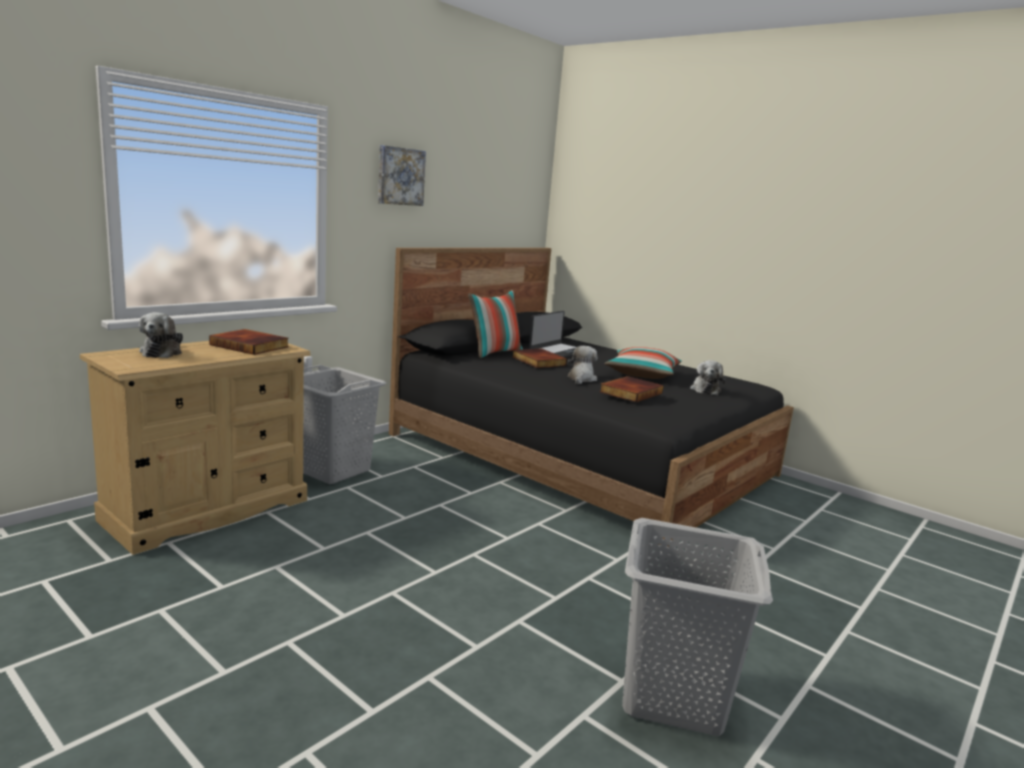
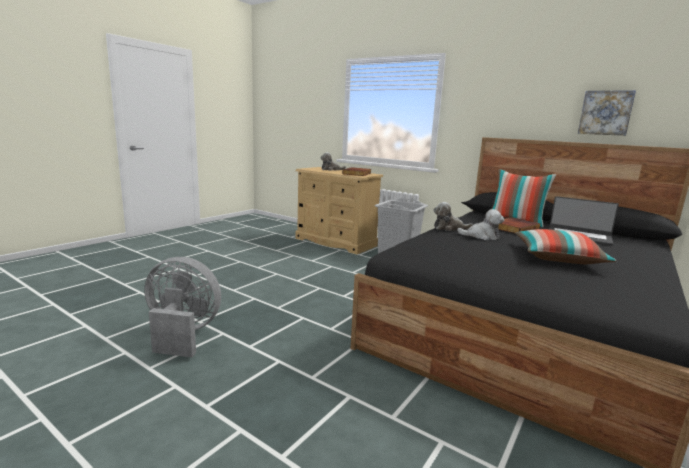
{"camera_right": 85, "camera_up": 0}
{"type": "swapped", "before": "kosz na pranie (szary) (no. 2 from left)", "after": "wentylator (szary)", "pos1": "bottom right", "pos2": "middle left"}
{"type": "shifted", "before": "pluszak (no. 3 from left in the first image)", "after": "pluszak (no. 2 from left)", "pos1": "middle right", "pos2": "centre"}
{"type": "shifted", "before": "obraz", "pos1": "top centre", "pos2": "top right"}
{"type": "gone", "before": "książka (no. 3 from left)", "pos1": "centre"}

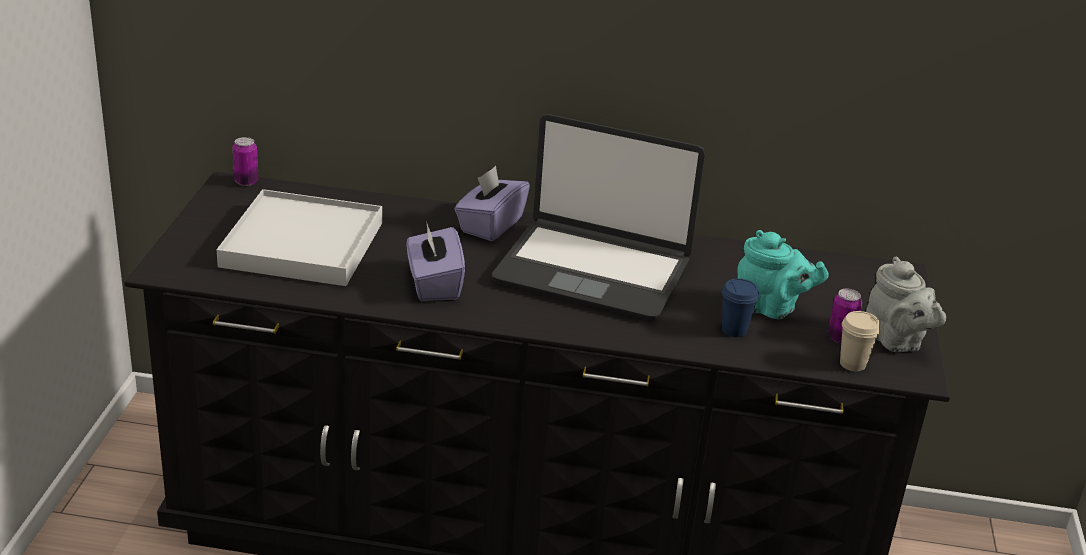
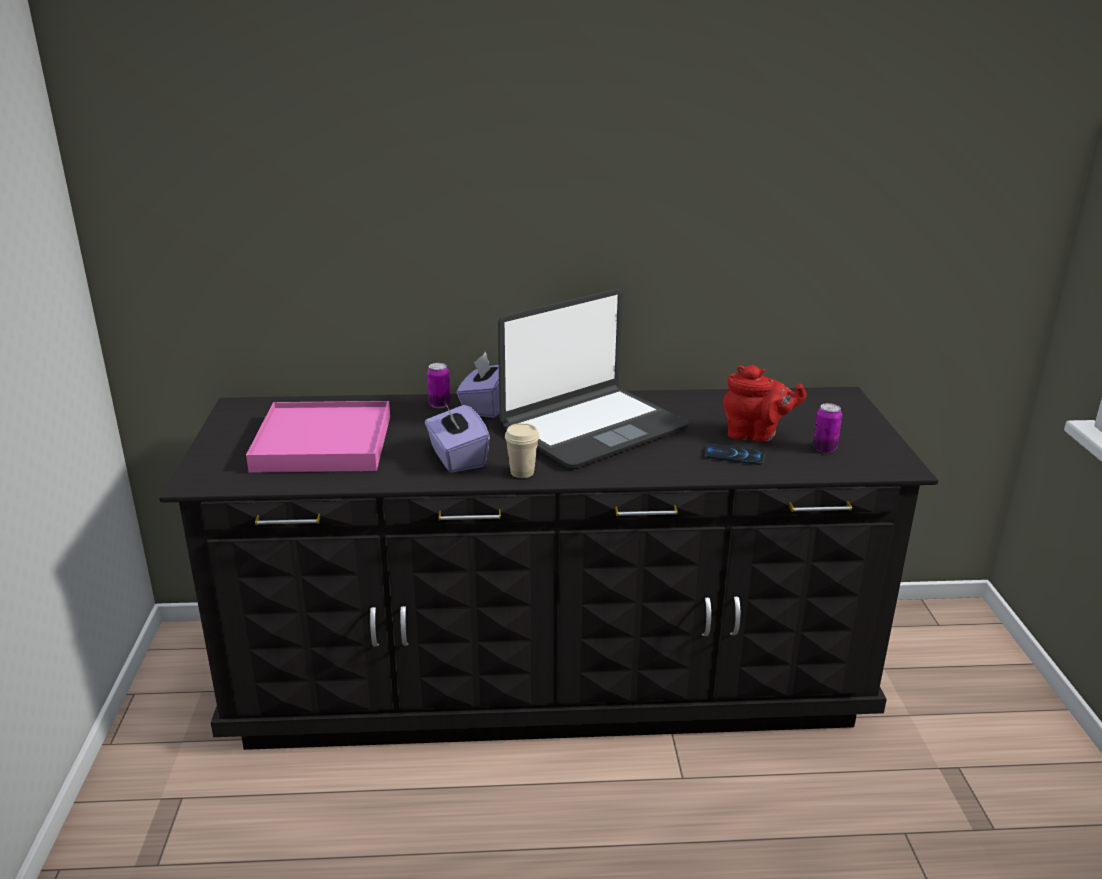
{"camera_right": -10, "camera_up": -5}
{"type": "repainted", "before": "taca (biały)", "after": "taca (różowy)", "pos1": "middle left", "pos2": "middle left"}
{"type": "shifted", "before": "puszka (no. 1 from left)", "pos1": "top left", "pos2": "centre"}
{"type": "rotated", "before": "laptop", "pos1": "centre", "pos2": "centre", "turn": -45}
{"type": "shifted", "before": "filiżanka (beżowy)", "pos1": "middle right", "pos2": "centre"}
{"type": "swapped", "before": "filiżanka (niebieski)", "after": "telefon", "pos1": "middle right", "pos2": "middle right"}
{"type": "repainted", "before": "imbryk (turkusowy)", "after": "imbryk (czerwony)", "pos1": "middle right", "pos2": "middle right"}
{"type": "gone", "before": "imbryk (szary)", "pos1": "middle right"}

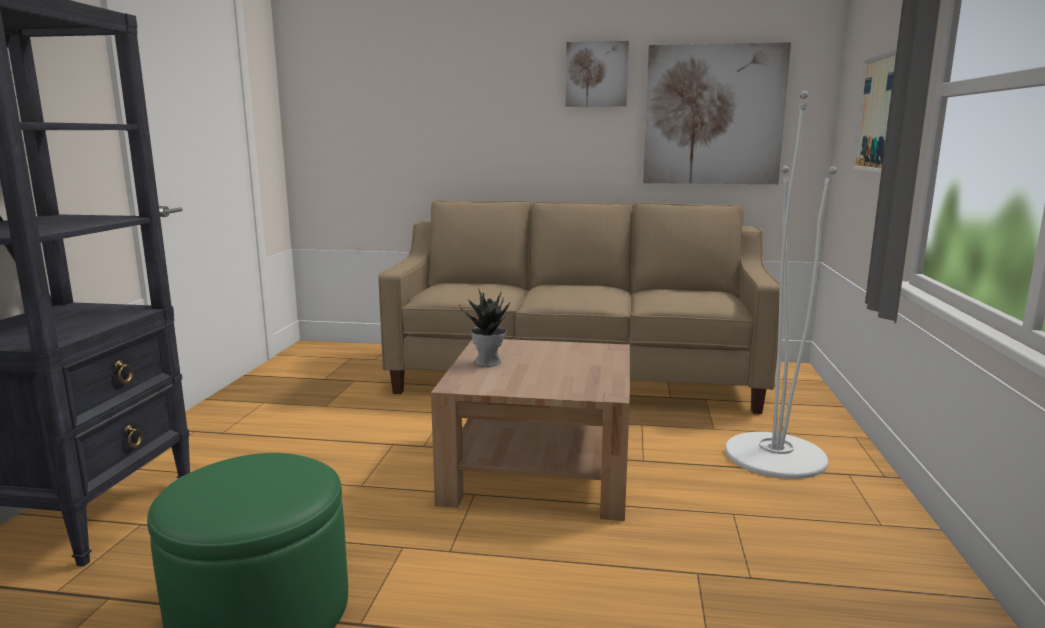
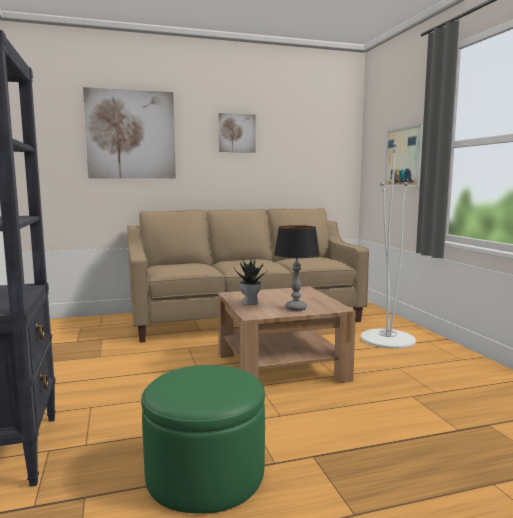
{"camera_right": -25, "camera_up": -5}
{"type": "shifted", "before": "obraz (no. 2 from left in the first image)", "after": "obraz (no. 1 from left)", "pos1": "top right", "pos2": "top left"}
{"type": "new", "after": "lampa stołowa", "pos2": "centre"}

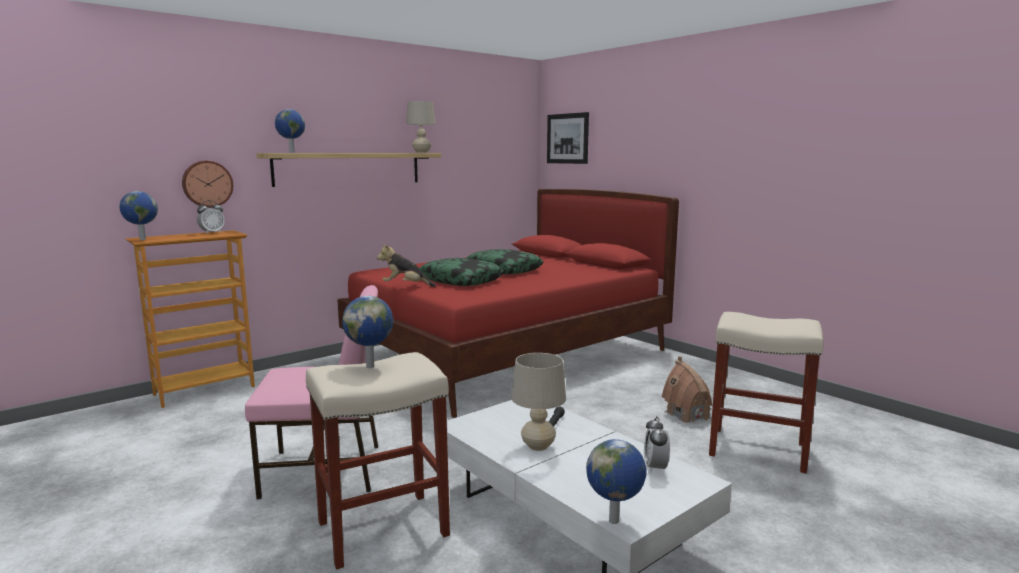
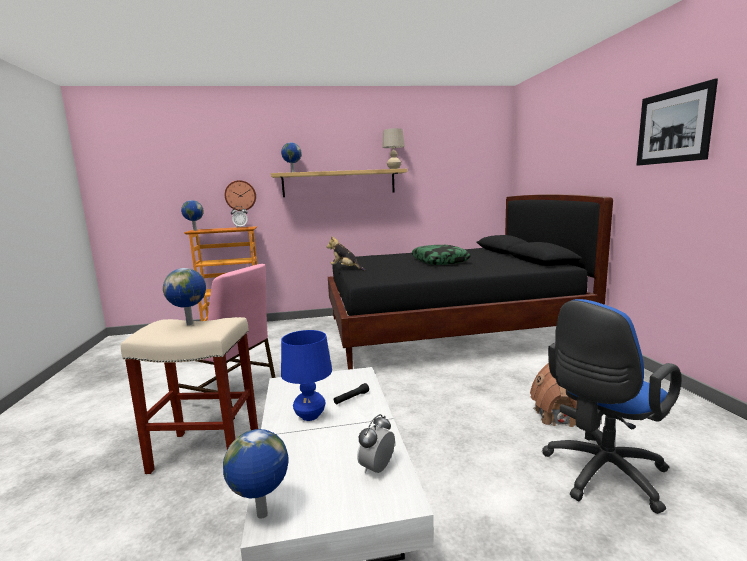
{"camera_right": 30, "camera_up": 0}
{"type": "repainted", "before": "lampa stołowa (beżowy) (no. 2 from left)", "after": "lampa stołowa (niebieski)", "pos1": "bottom centre", "pos2": "bottom centre"}
{"type": "repainted", "before": "łóżko (czerwony)", "after": "łóżko (czarny)", "pos1": "centre", "pos2": "centre"}
{"type": "swapped", "before": "stołek (beżowy) (no. 2 from left)", "after": "krzesło biurowe (niebieski)", "pos1": "bottom right", "pos2": "bottom right"}
{"type": "shifted", "before": "obraz", "pos1": "top centre", "pos2": "top right"}
{"type": "gone", "before": "poduszka (no. 1 from left)", "pos1": "centre"}

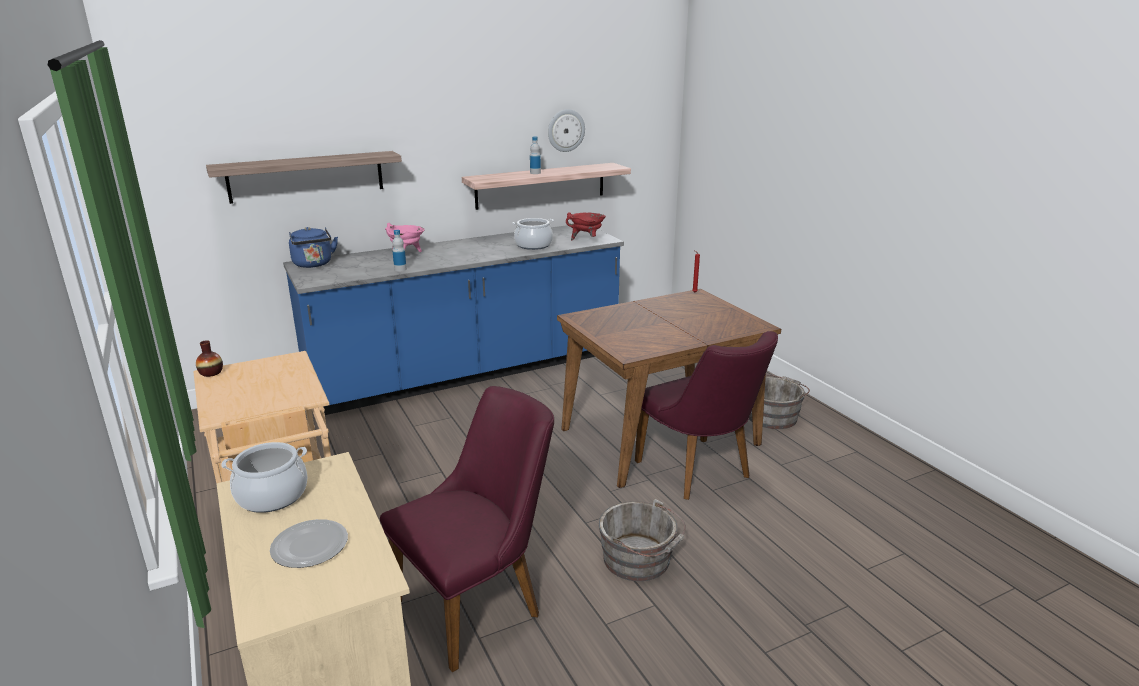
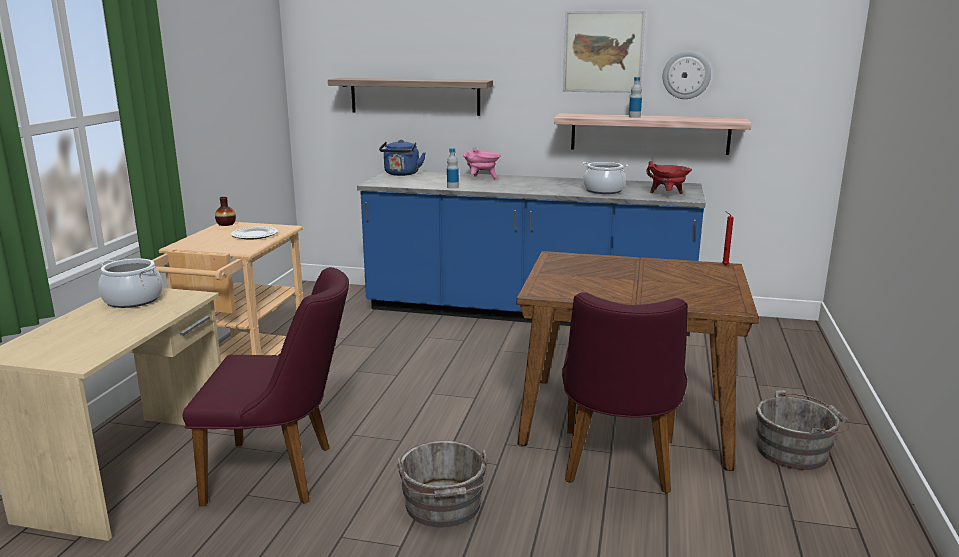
{"camera_right": 40, "camera_up": -5}
{"type": "shifted", "before": "talerz", "pos1": "bottom left", "pos2": "middle left"}
{"type": "new", "after": "obraz", "pos2": "top centre"}

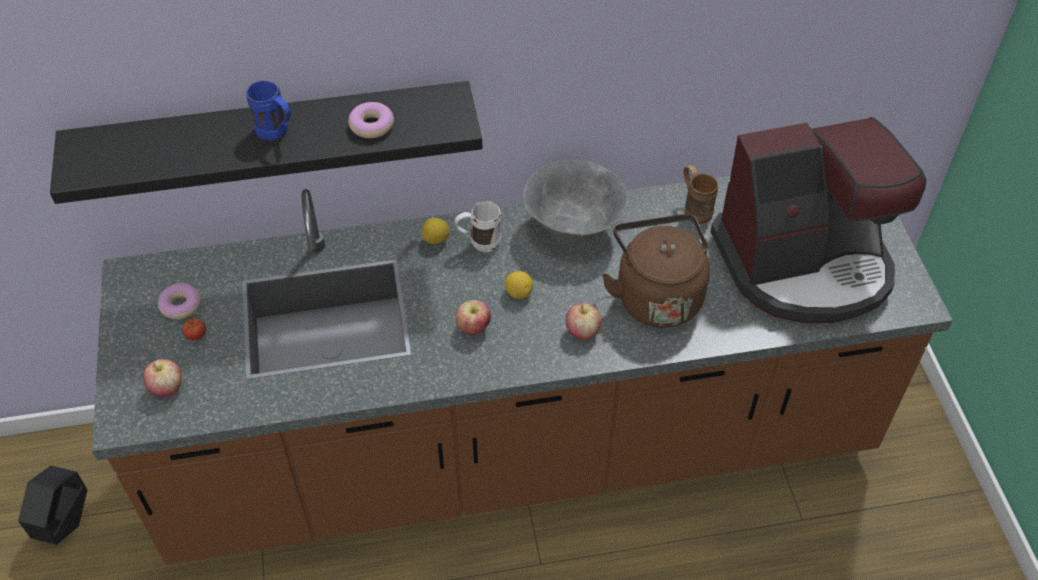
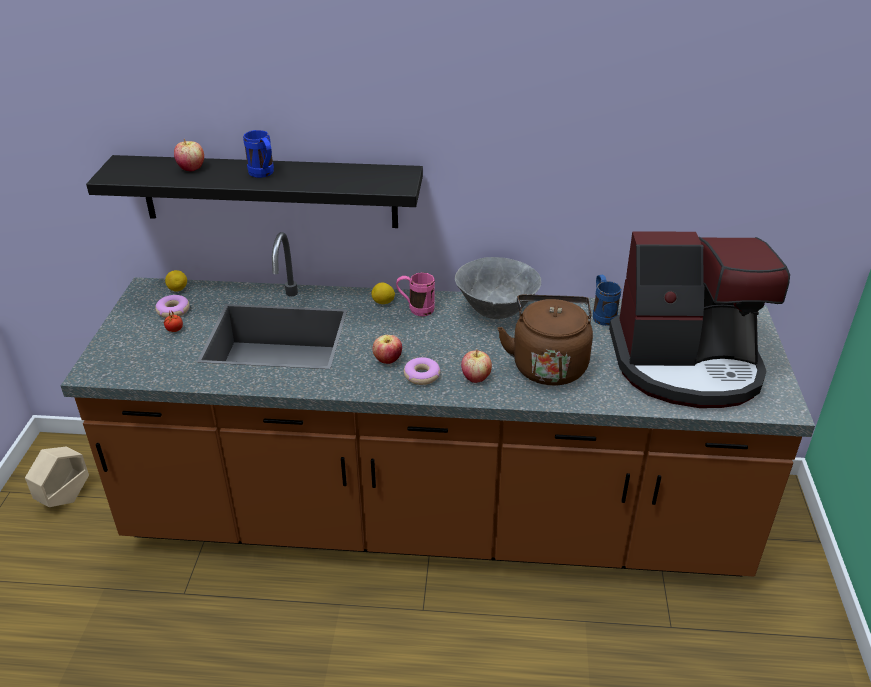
{"camera_right": 15, "camera_up": -15}
{"type": "repainted", "before": "donica (czarny)", "after": "donica (beżowy)", "pos1": "bottom left", "pos2": "bottom left"}
{"type": "shifted", "before": "cytryna (no. 2 from left in the first image)", "after": "cytryna (no. 1 from left)", "pos1": "centre", "pos2": "middle left"}
{"type": "shifted", "before": "jabłko (no. 1 from left)", "pos1": "middle left", "pos2": "top left"}
{"type": "repainted", "before": "kubek (biały)", "after": "kubek (różowy)", "pos1": "centre", "pos2": "centre"}
{"type": "shifted", "before": "donut (no. 2 from left)", "pos1": "top centre", "pos2": "centre"}
{"type": "repainted", "before": "kubek (brązowy)", "after": "kubek (niebieski) (no. 2 from left)", "pos1": "middle right", "pos2": "middle right"}

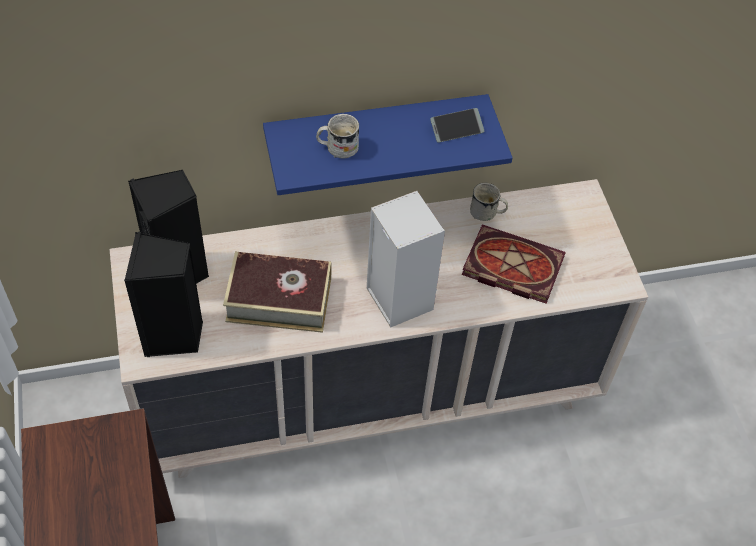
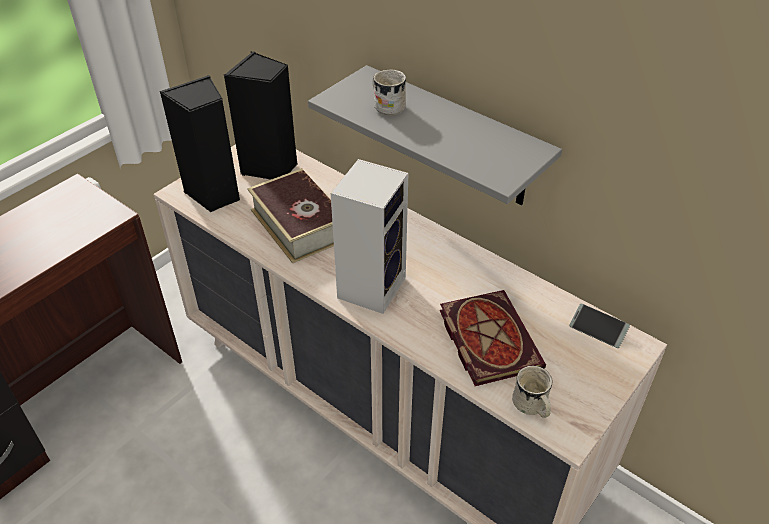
{"camera_right": 55, "camera_up": -10}
{"type": "repainted", "before": "półka (niebieski)", "after": "półka (szary)", "pos1": "top centre", "pos2": "top centre"}
{"type": "shifted", "before": "kubek (biały) (no. 2 from left)", "pos1": "centre", "pos2": "bottom right"}
{"type": "shifted", "before": "telefon", "pos1": "top centre", "pos2": "middle right"}

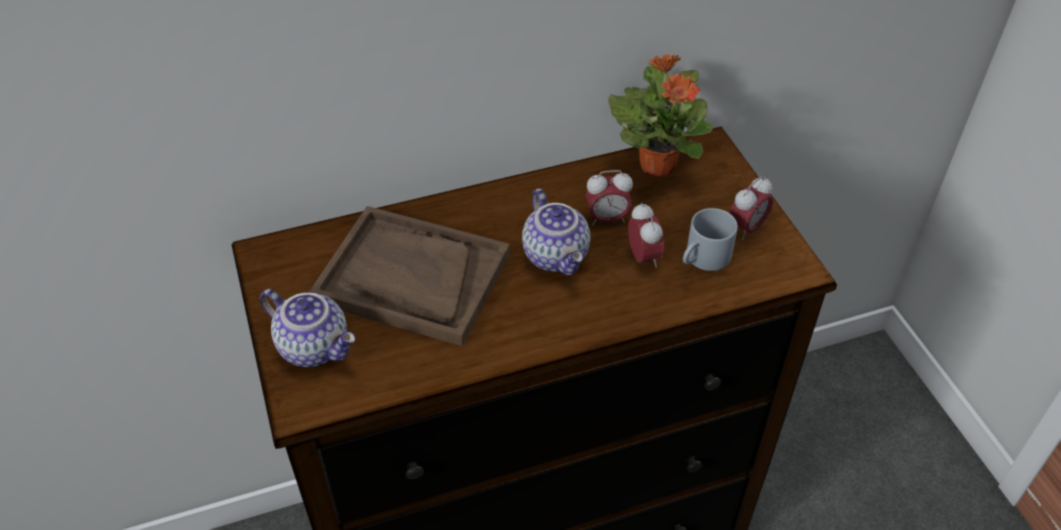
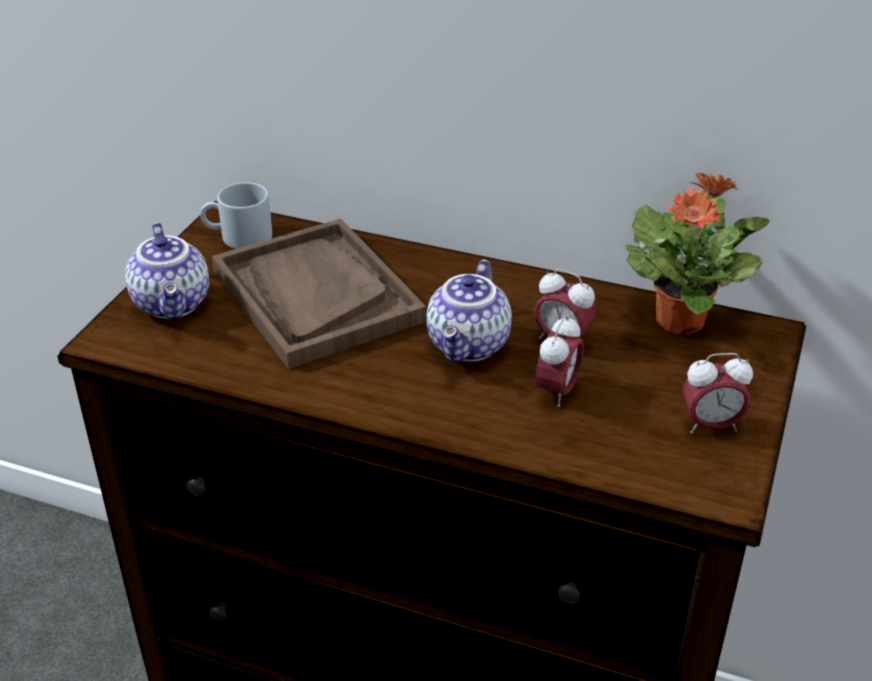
{"camera_right": 40, "camera_up": -10}
{"type": "shifted", "before": "kubek (szary)", "pos1": "middle right", "pos2": "top left"}

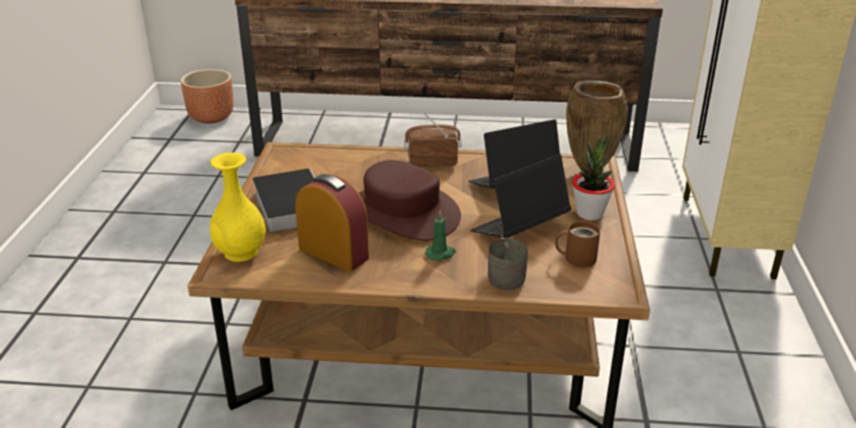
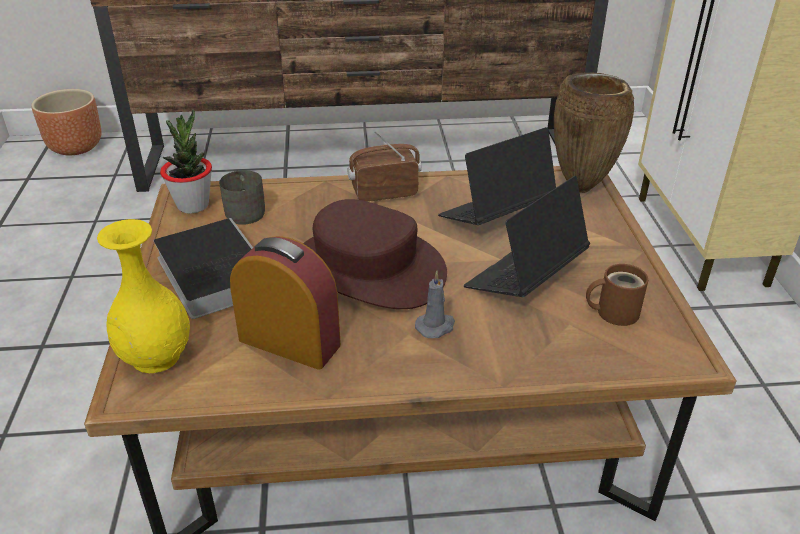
{"camera_right": -10, "camera_up": 5}
{"type": "shifted", "before": "roślina doniczkowa", "pos1": "middle right", "pos2": "top left"}
{"type": "shifted", "before": "kubek (szary)", "pos1": "centre", "pos2": "middle left"}
{"type": "repainted", "before": "świeca (zielony)", "after": "świeca (szary)", "pos1": "centre", "pos2": "centre"}

